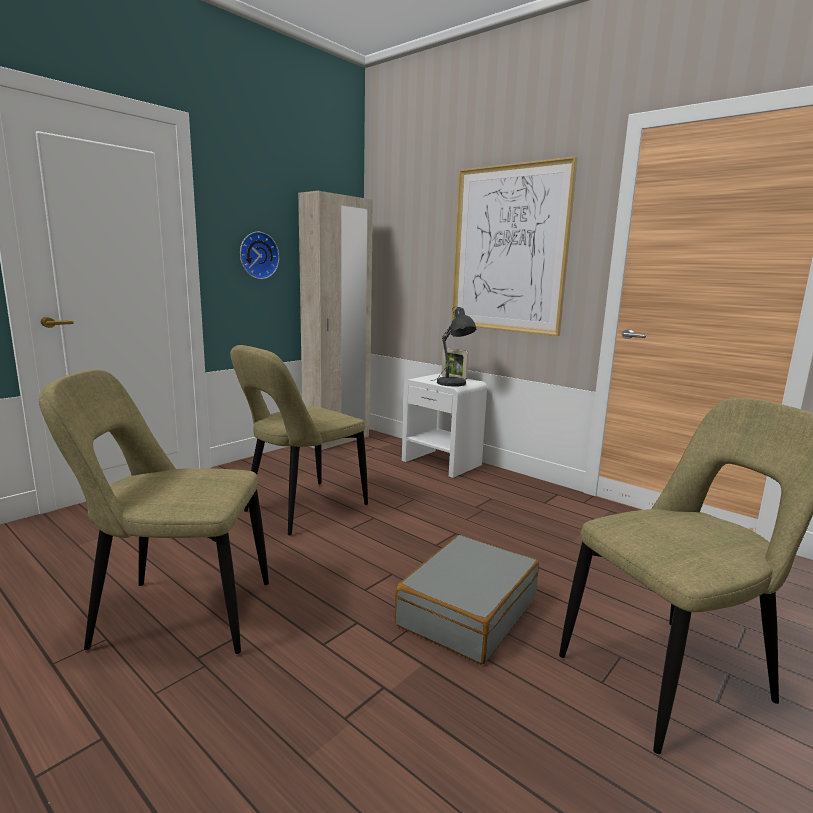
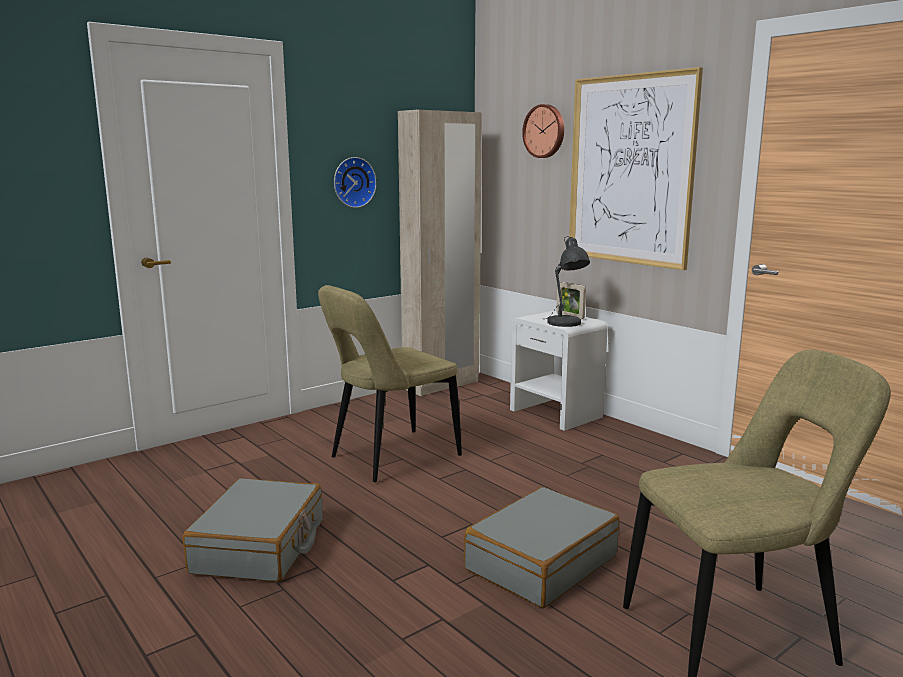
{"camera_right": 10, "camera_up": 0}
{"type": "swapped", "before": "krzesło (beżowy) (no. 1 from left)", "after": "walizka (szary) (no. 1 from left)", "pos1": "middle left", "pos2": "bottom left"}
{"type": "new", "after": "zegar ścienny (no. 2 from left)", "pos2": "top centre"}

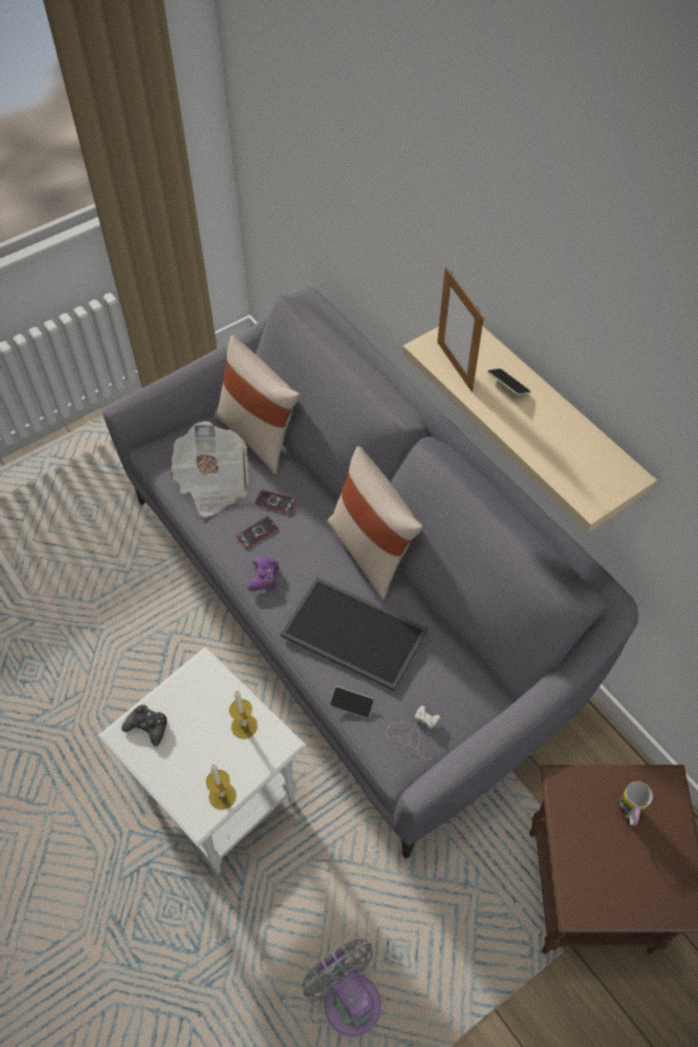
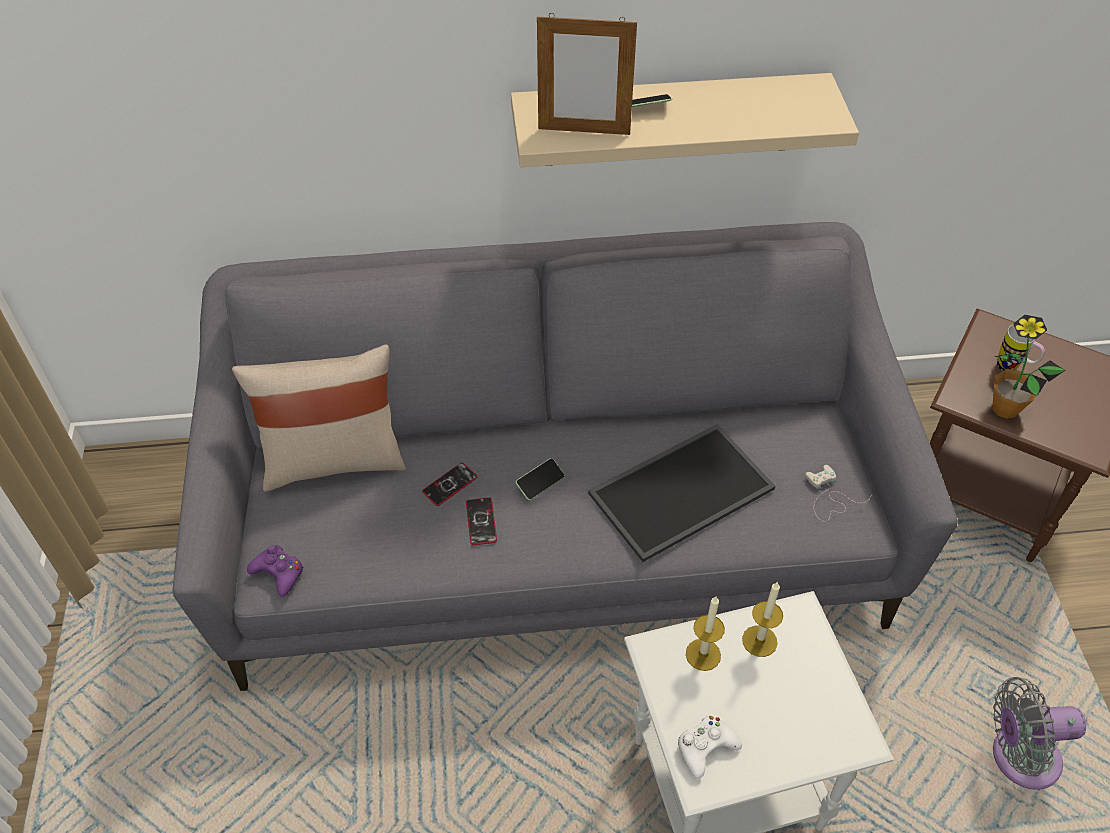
{"camera_right": -60, "camera_up": -5}
{"type": "shifted", "before": "pad do gier (fioletowy)", "pos1": "centre", "pos2": "bottom left"}
{"type": "shifted", "before": "telefon (no. 3 from left)", "pos1": "bottom centre", "pos2": "centre"}
{"type": "repainted", "before": "pad do gier (czarny)", "after": "pad do gier (biały) (no. 1 from left)", "pos1": "bottom left", "pos2": "bottom centre"}
{"type": "shifted", "before": "świeca (no. 1 from left)", "pos1": "bottom left", "pos2": "bottom centre"}
{"type": "new", "after": "roślina doniczkowa", "pos2": "middle right"}
{"type": "gone", "before": "gazeta", "pos1": "middle left"}
{"type": "gone", "before": "poduszka (beżowy) (no. 2 from left)", "pos1": "centre"}

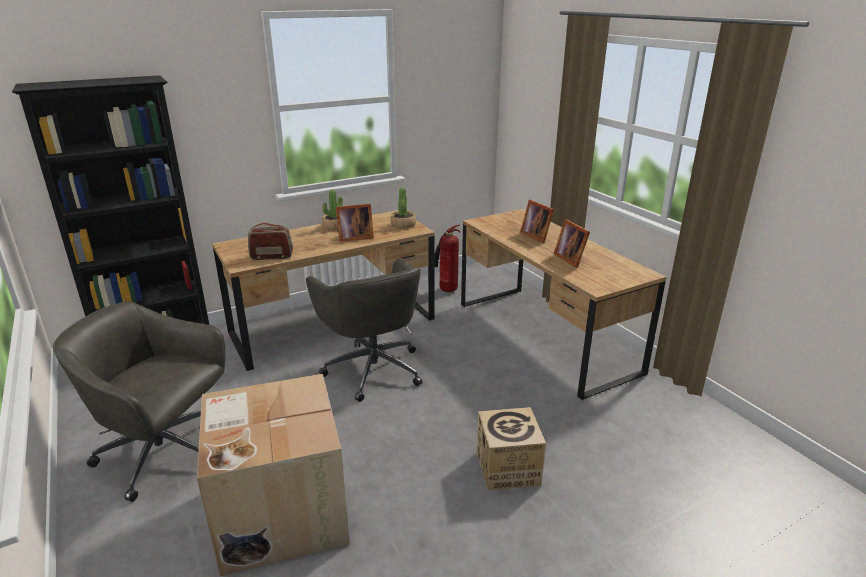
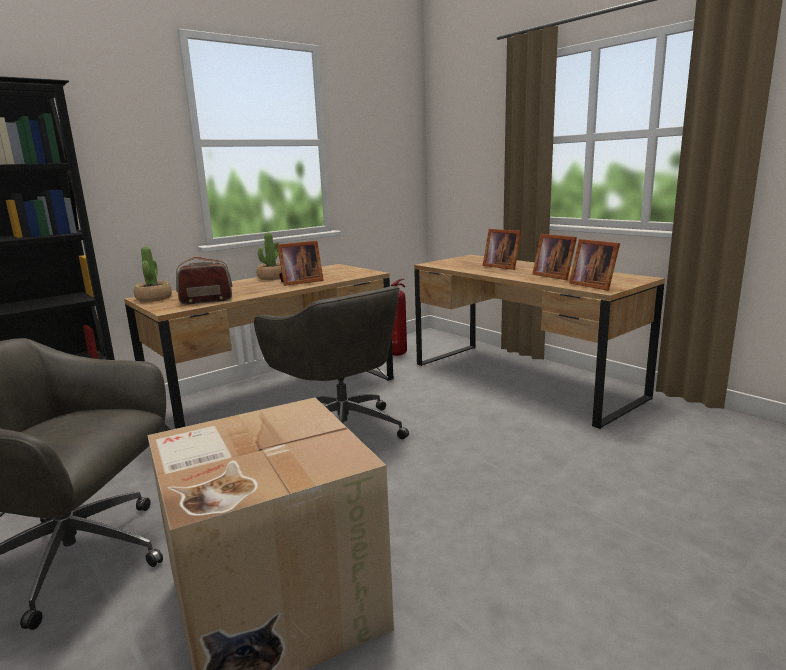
{"camera_right": -10, "camera_up": -10}
{"type": "shifted", "before": "roślina doniczkowa (no. 2 from left in the first image)", "after": "roślina doniczkowa (no. 1 from left)", "pos1": "centre", "pos2": "middle left"}
{"type": "new", "after": "ramka na zdjęcie (no. 4 from left)", "pos2": "middle right"}
{"type": "gone", "before": "karton (no. 2 from left)", "pos1": "bottom centre"}

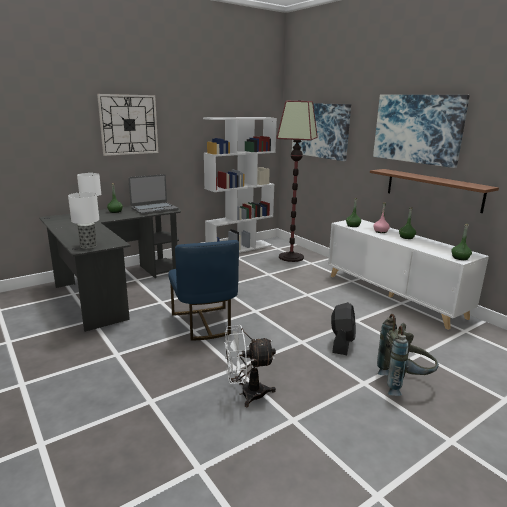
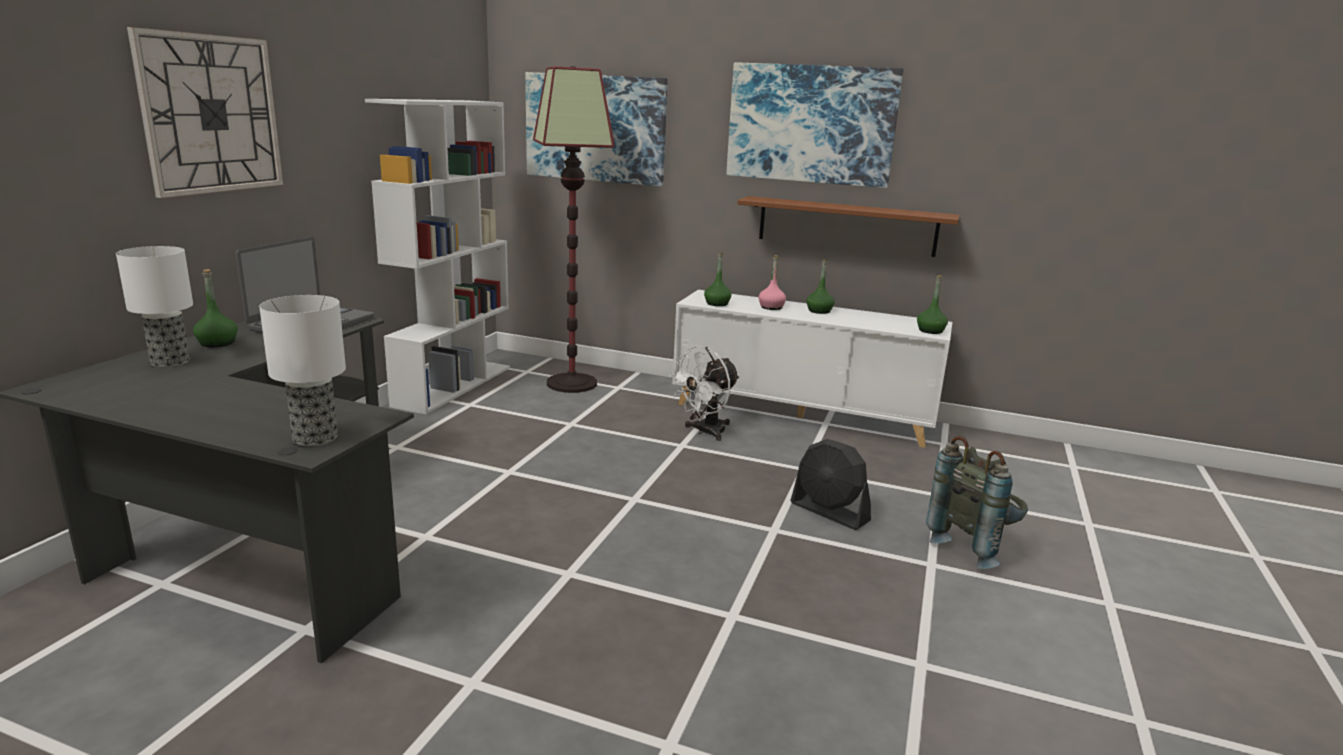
{"camera_right": -35, "camera_up": 0}
{"type": "shifted", "before": "wentylator (biały)", "pos1": "bottom centre", "pos2": "centre"}
{"type": "rotated", "before": "wentylator (czarny)", "pos1": "middle right", "pos2": "centre", "turn": 150}
{"type": "gone", "before": "krzesło (niebieski)", "pos1": "centre"}

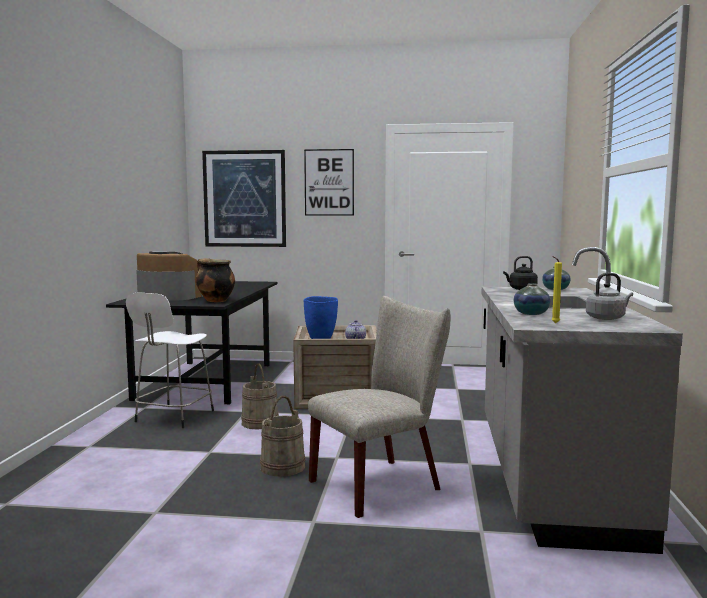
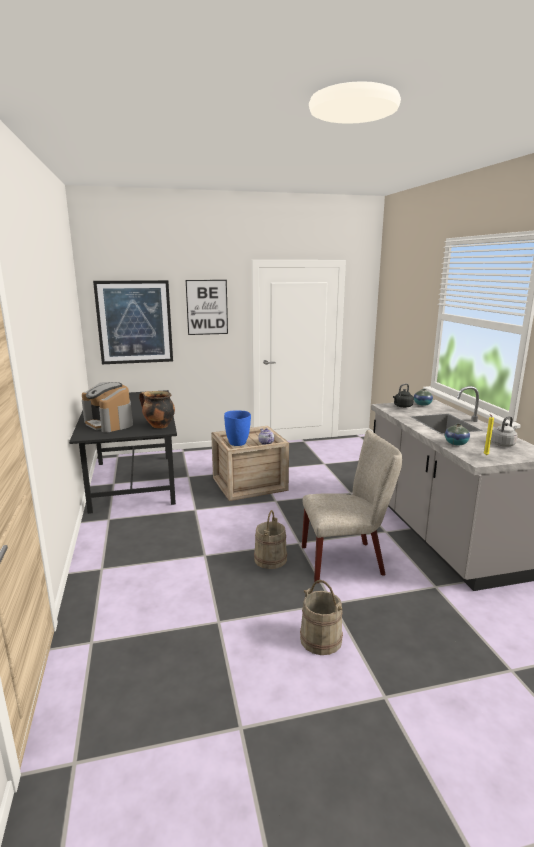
{"camera_right": -20, "camera_up": 10}
{"type": "rotated", "before": "ekspres do kawy", "pos1": "middle left", "pos2": "middle left", "turn": -135}
{"type": "shifted", "before": "wiadro (beżowy) (no. 1 from left in the first image)", "after": "wiadro (beżowy) (no. 2 from left)", "pos1": "centre", "pos2": "bottom centre"}
{"type": "rotated", "before": "krzesło (beżowy)", "pos1": "bottom centre", "pos2": "centre", "turn": 45}
{"type": "gone", "before": "stołek (biały)", "pos1": "middle left"}

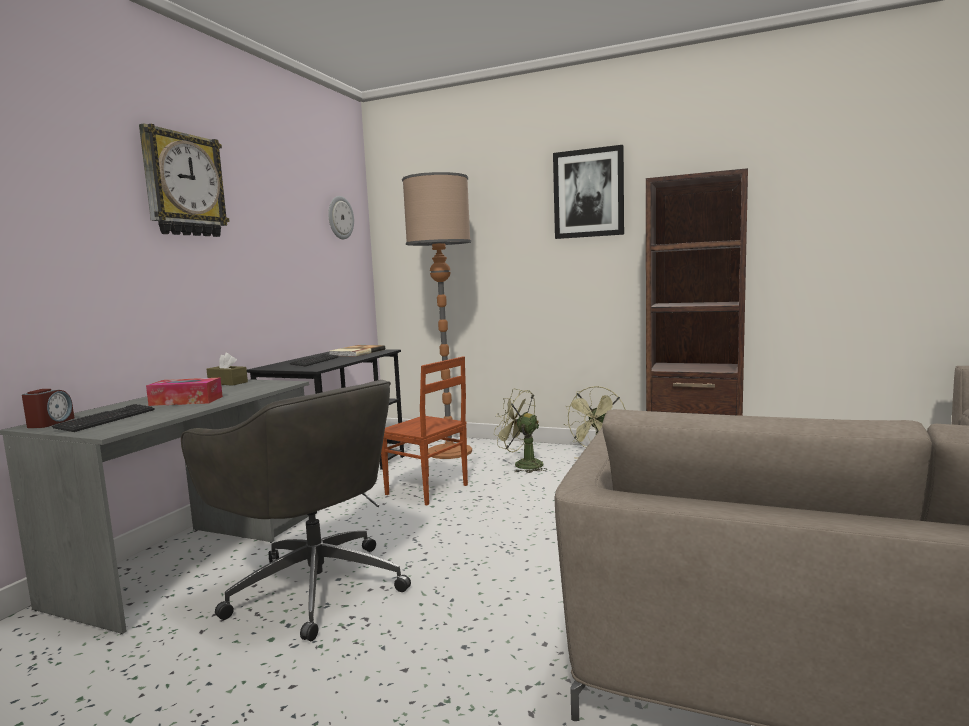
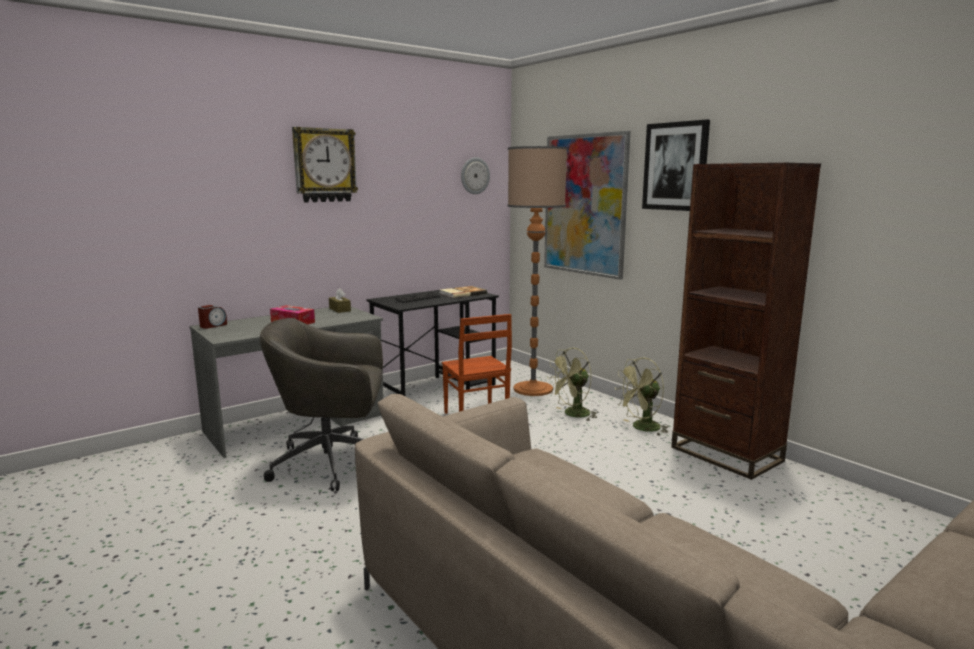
{"camera_right": 30, "camera_up": 5}
{"type": "rotated", "before": "krzesło biurowe (szary)", "pos1": "bottom left", "pos2": "middle left", "turn": 105}
{"type": "new", "after": "obraz (no. 1 from left)", "pos2": "top centre"}
{"type": "rotated", "before": "wentylator (zielony) (no. 1 from left)", "pos1": "centre", "pos2": "centre", "turn": -90}
{"type": "gone", "before": "klawiatura (no. 1 from left)", "pos1": "middle left"}

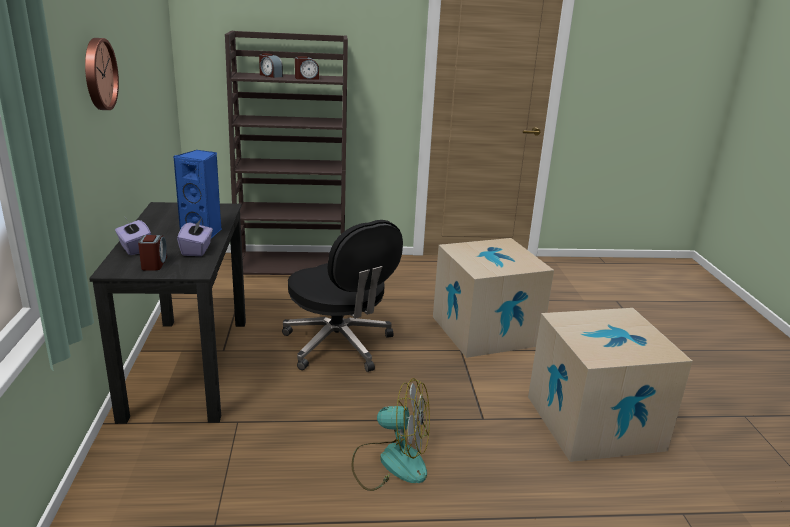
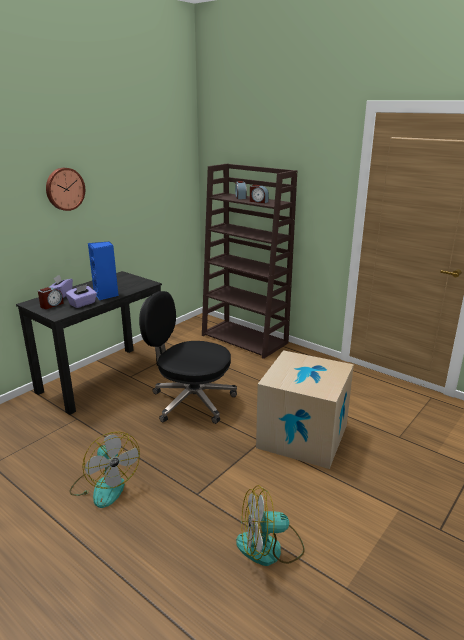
{"camera_right": 45, "camera_up": 0}
{"type": "rotated", "before": "krzesło biurowe (czarny)", "pos1": "centre", "pos2": "centre", "turn": 105}
{"type": "swapped", "before": "karton (no. 2 from left)", "after": "wentylator (no. 2 from left)", "pos1": "bottom right", "pos2": "bottom centre"}

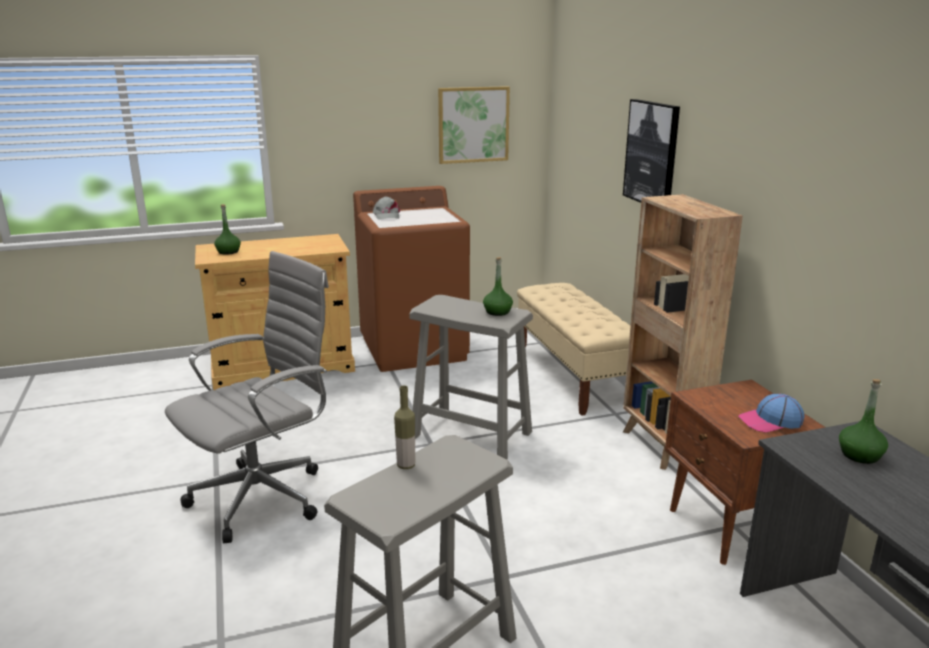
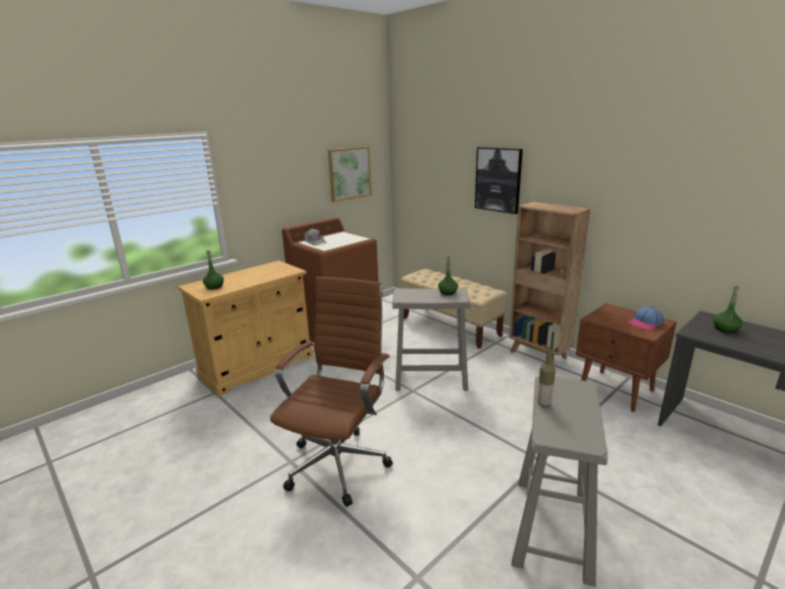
{"camera_right": -25, "camera_up": 0}
{"type": "repainted", "before": "krzesło biurowe (szary)", "after": "krzesło biurowe (brązowy)", "pos1": "middle left", "pos2": "centre"}

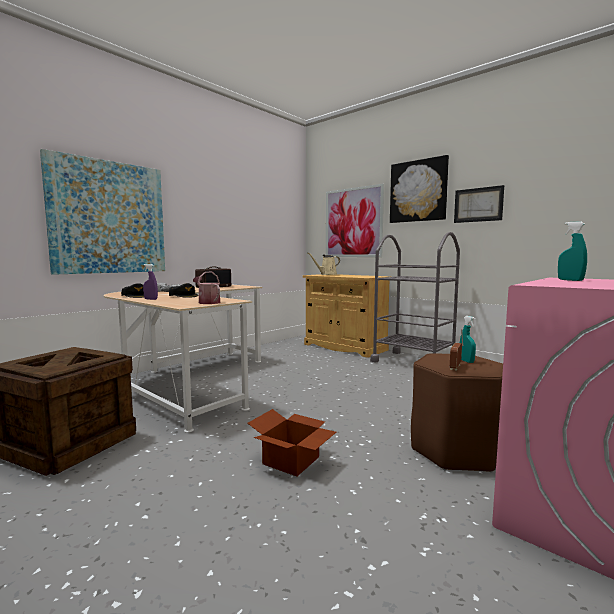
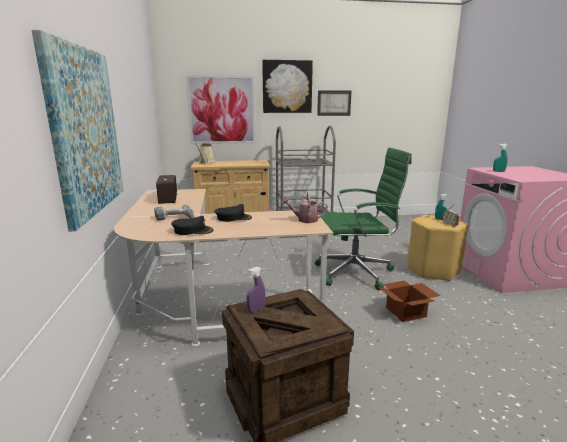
{"camera_right": -50, "camera_up": 10}
{"type": "shifted", "before": "spryskiwacz (fioletowy)", "pos1": "middle left", "pos2": "centre"}
{"type": "new", "after": "krzesło biurowe (zielony)", "pos2": "centre"}
{"type": "repainted", "before": "stołek (brązowy)", "after": "stołek (żółty)", "pos1": "bottom right", "pos2": "middle right"}

